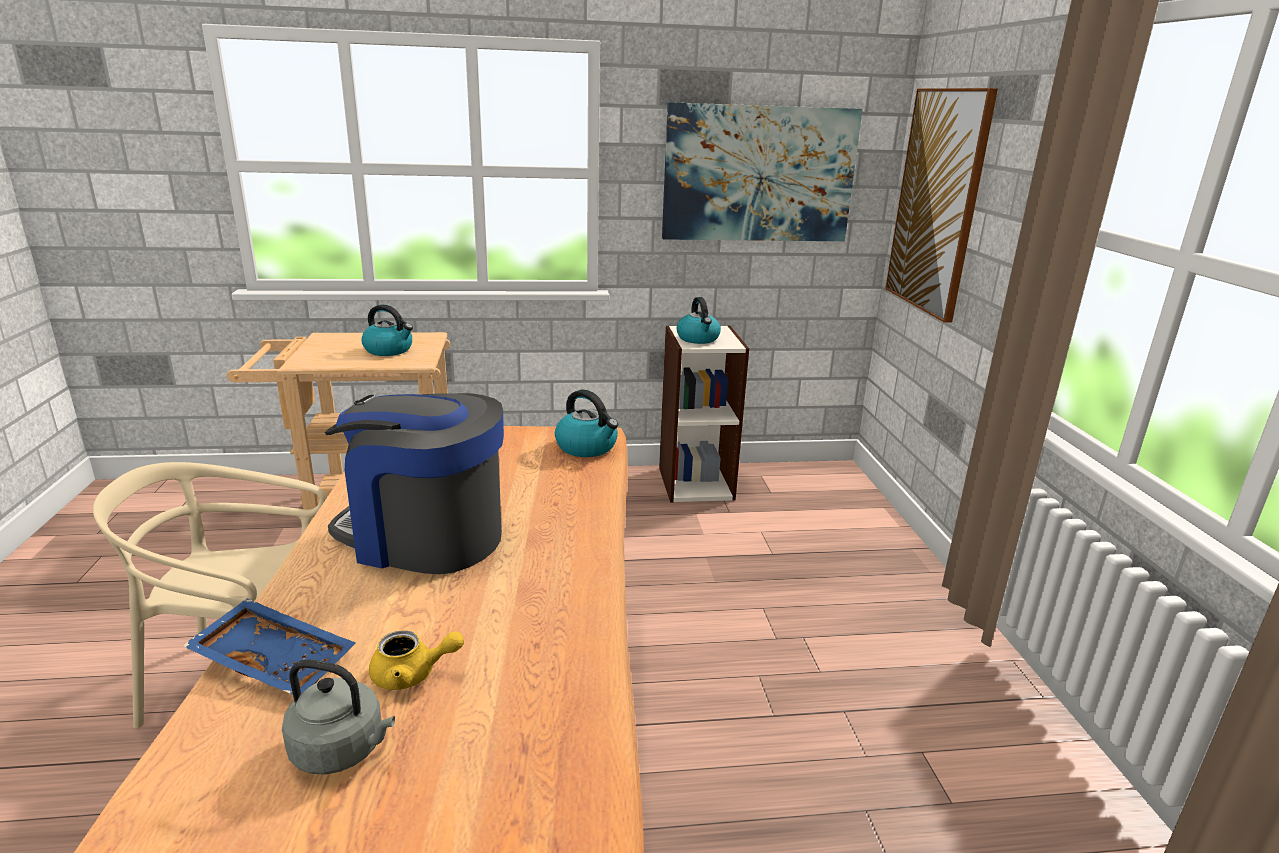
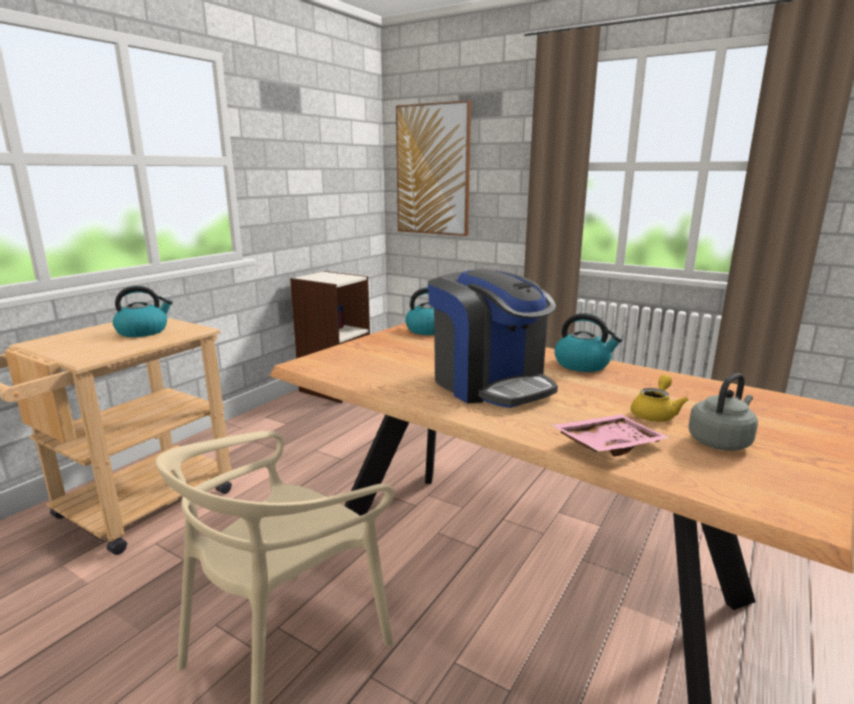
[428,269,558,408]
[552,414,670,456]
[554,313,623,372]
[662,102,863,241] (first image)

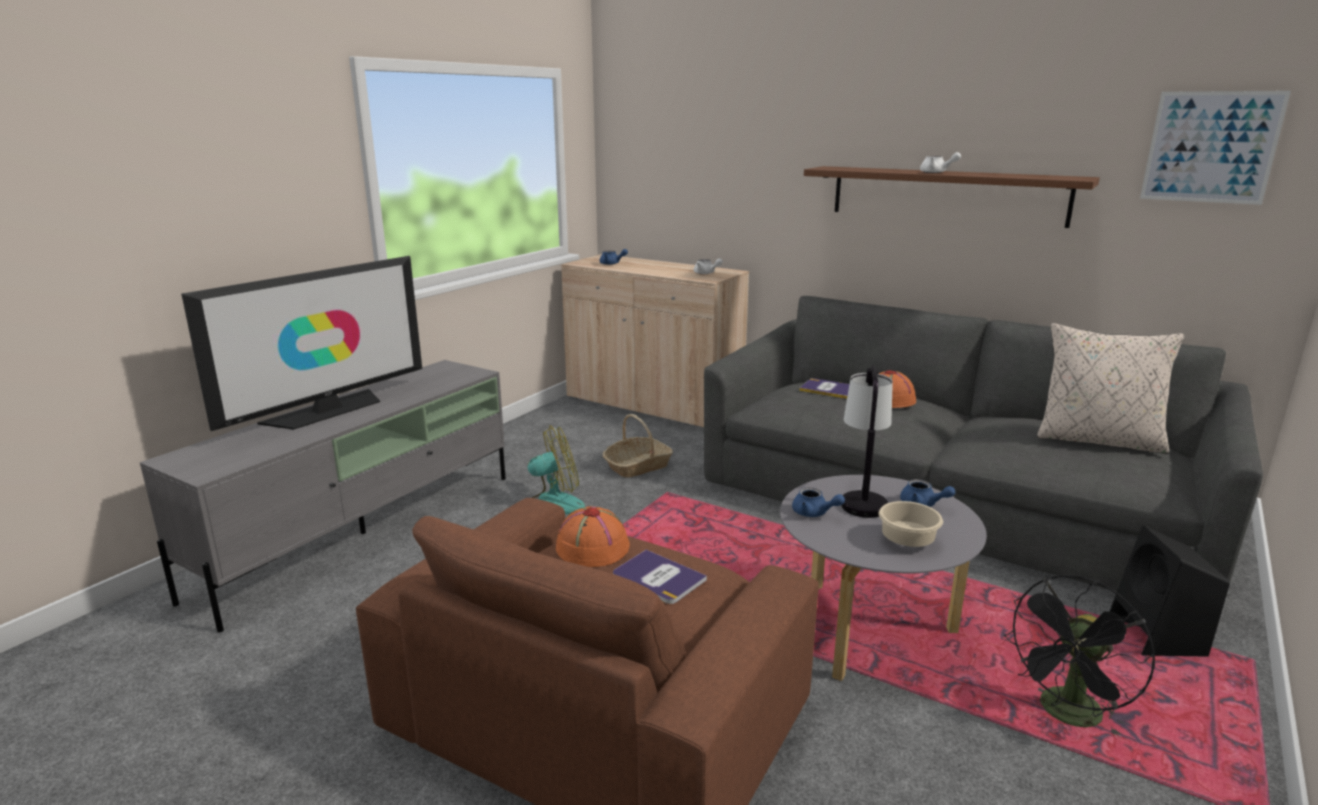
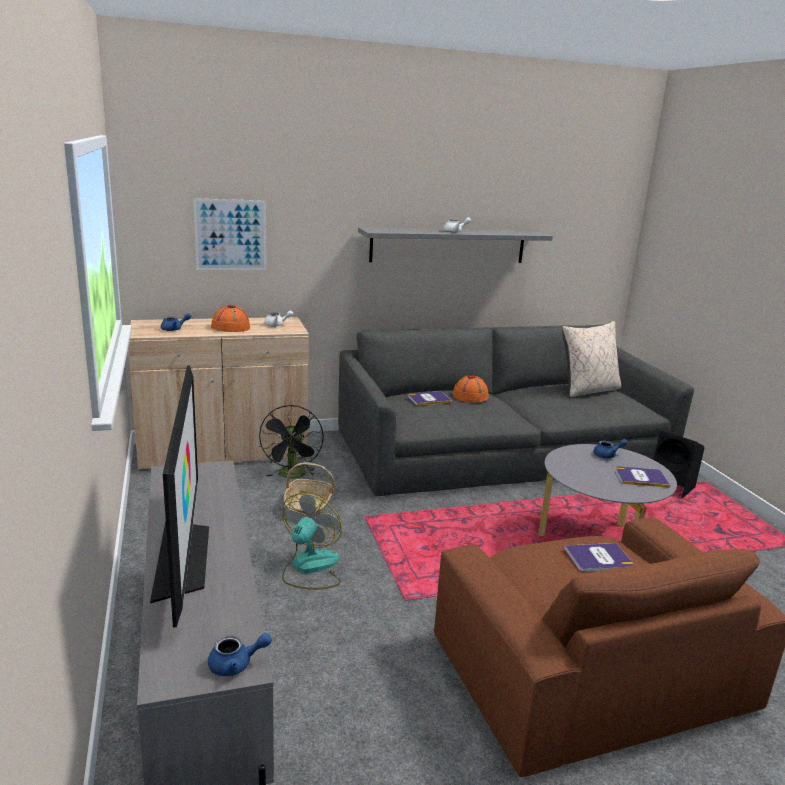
[193,198,266,270]
[208,633,272,676]
[211,305,250,332]
[259,405,323,479]
[358,227,553,263]
[615,466,670,488]
[841,365,893,518] (first image)

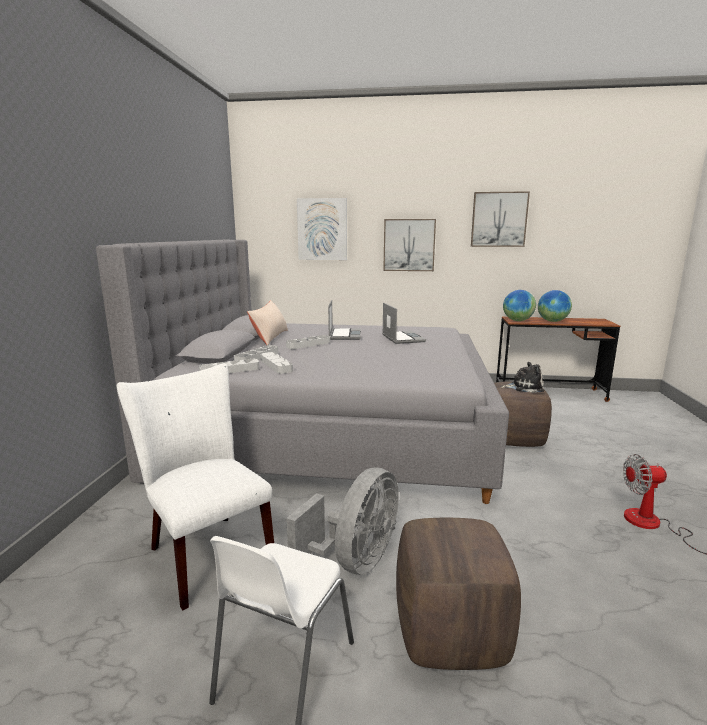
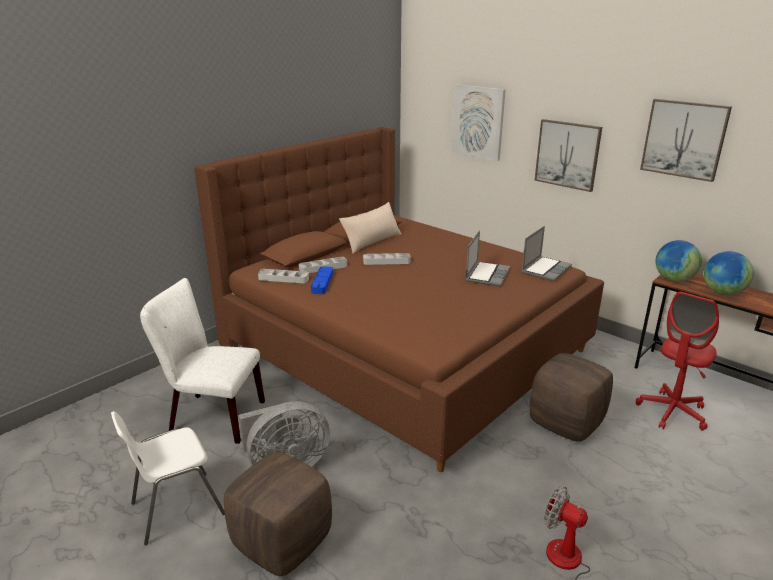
[140,278,265,444]
[194,127,604,472]
[311,266,333,294]
[521,226,572,281]
[636,292,719,431]
[501,362,544,393] (first image)

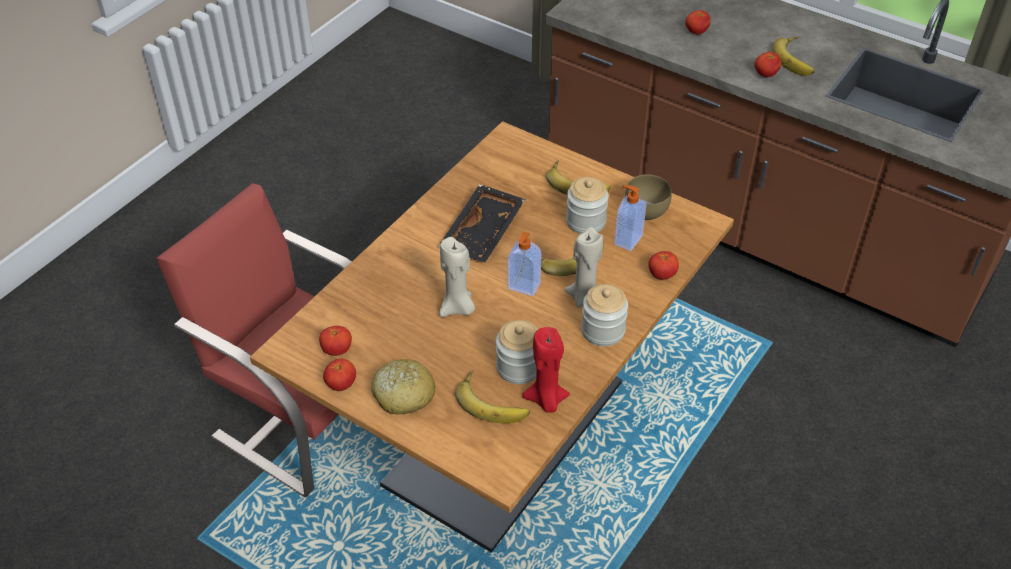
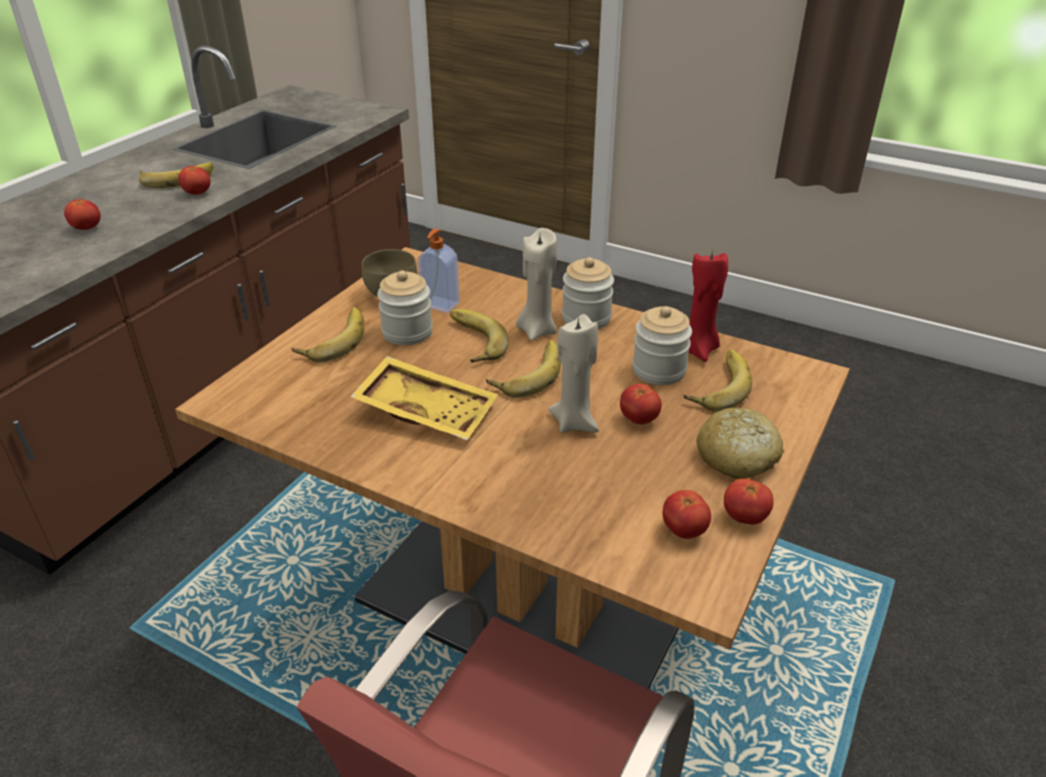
[350,356,498,440]
[486,340,561,398]
[620,384,662,424]

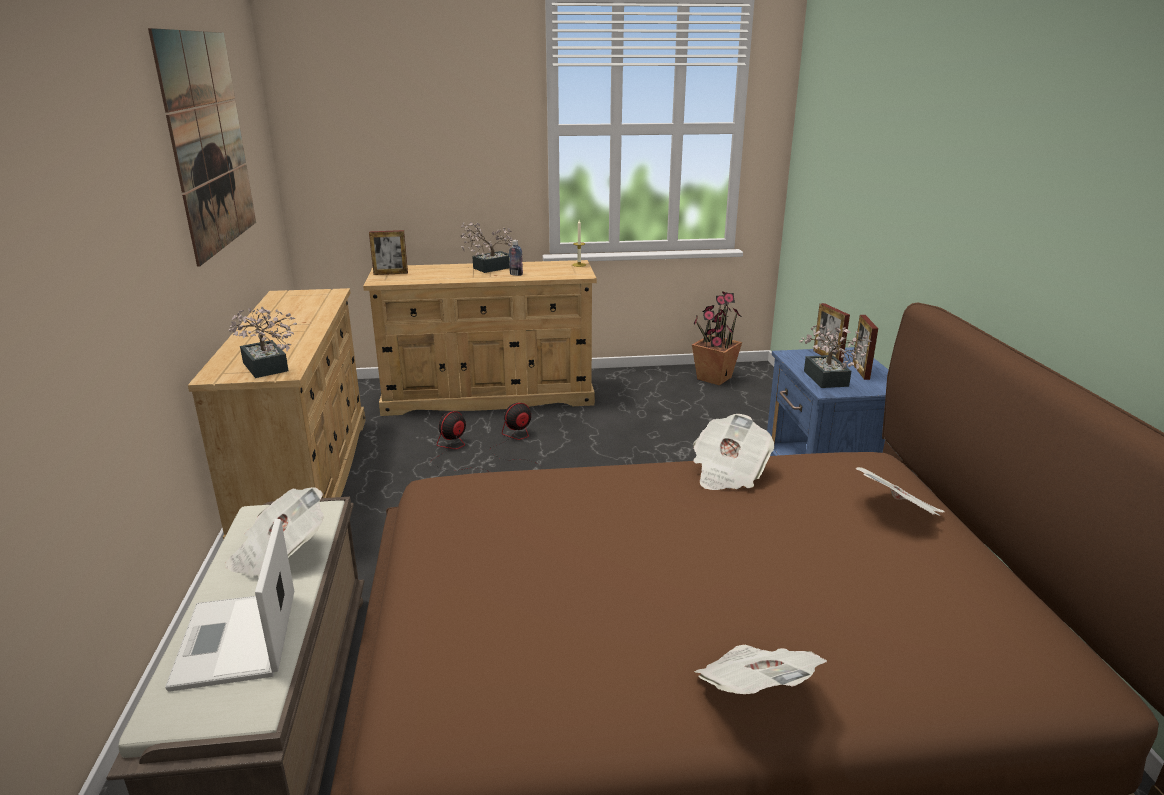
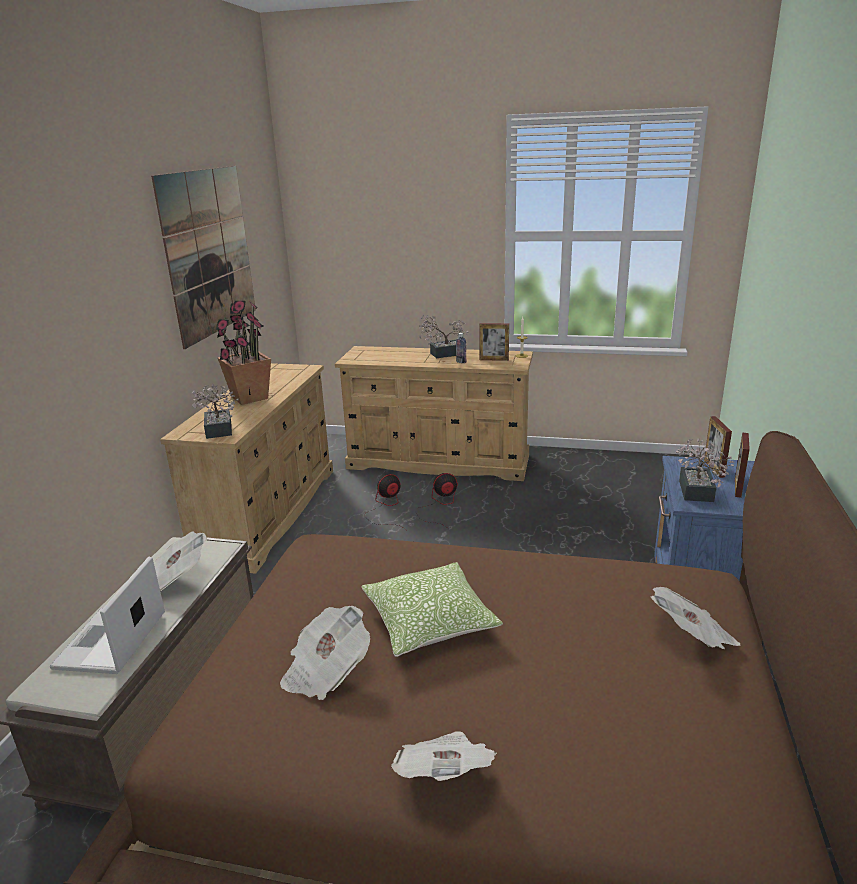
[216,300,271,405]
[280,606,370,700]
[361,562,503,657]
[479,323,509,361]

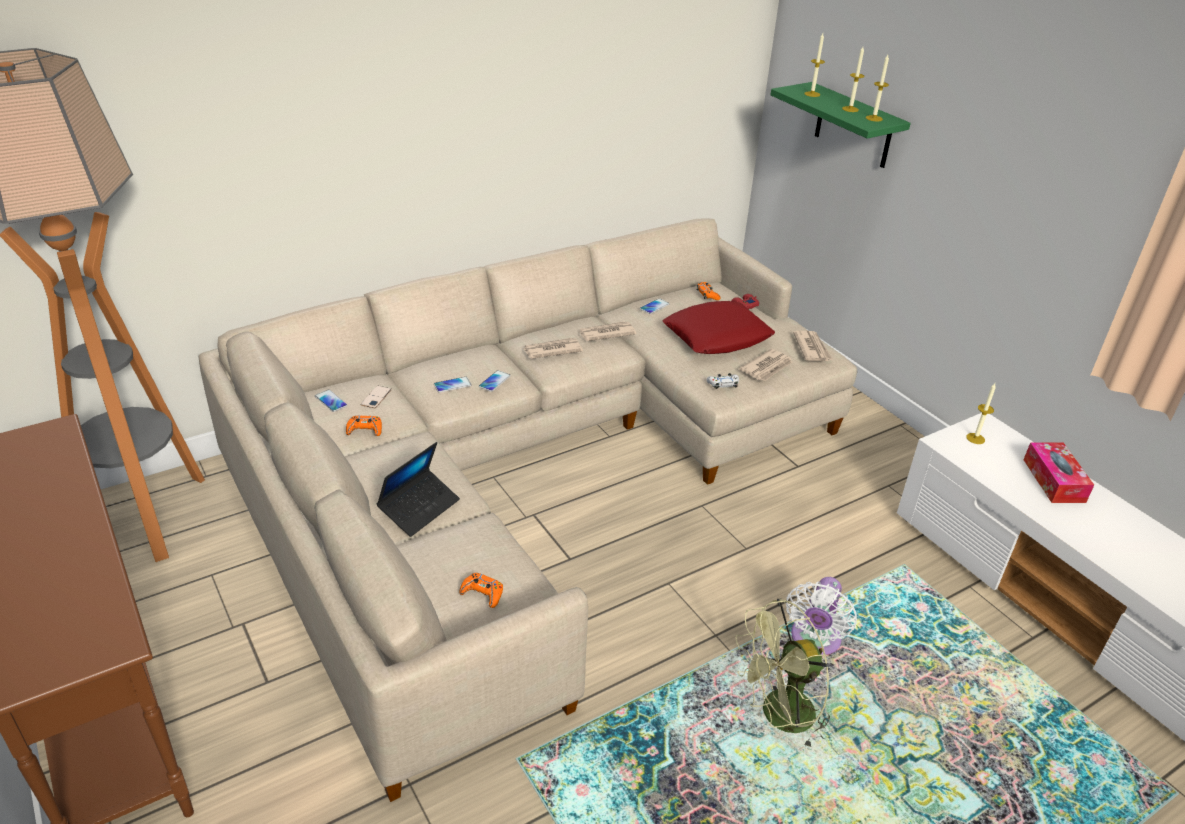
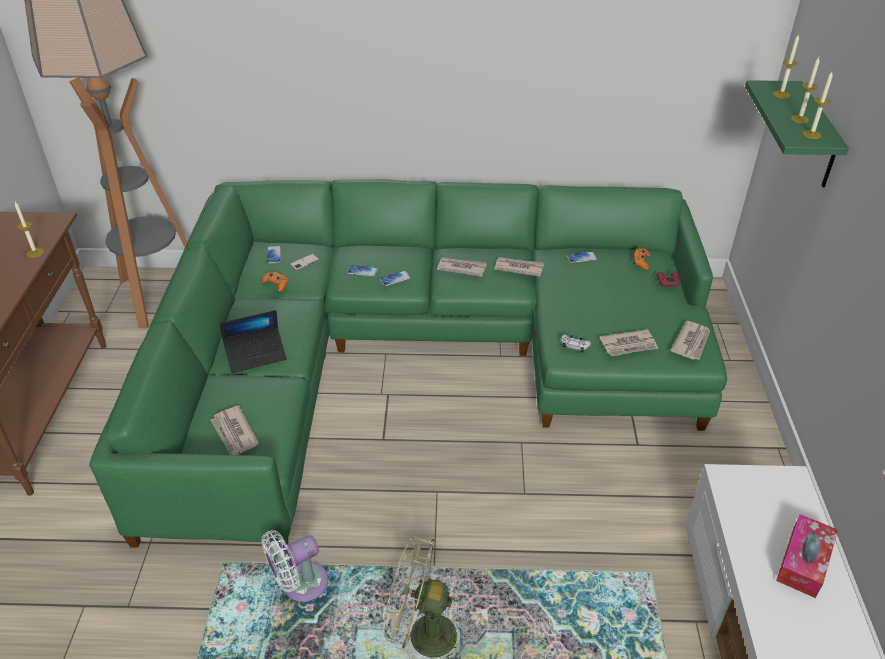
[15,202,44,258]
[89,179,727,551]
[211,405,259,455]
[261,530,328,602]
[663,301,775,354] (first image)

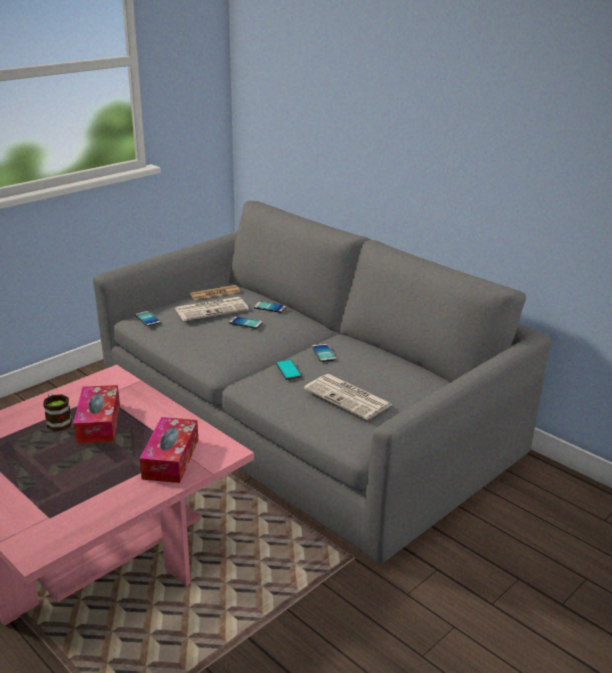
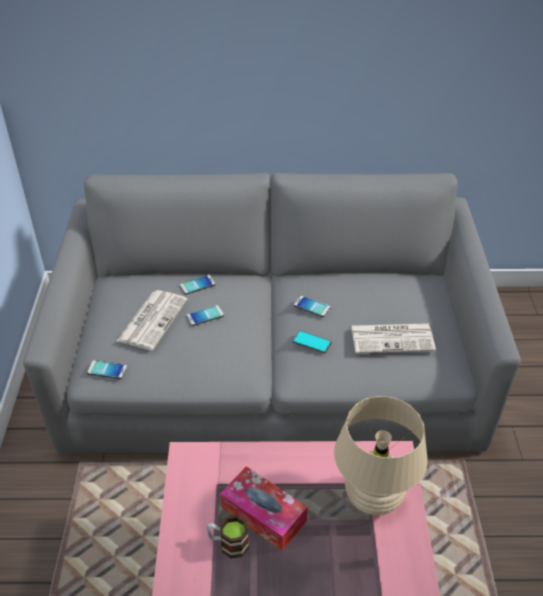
[334,396,428,515]
[190,285,240,300] (first image)

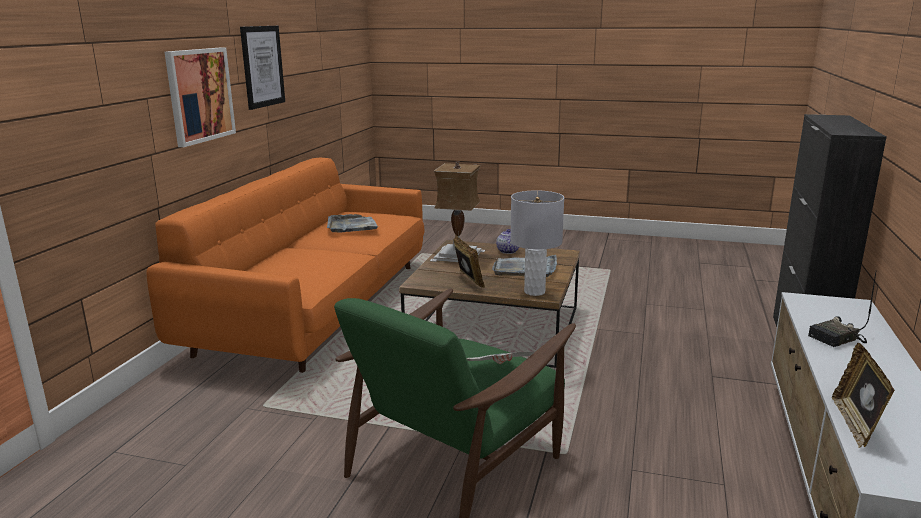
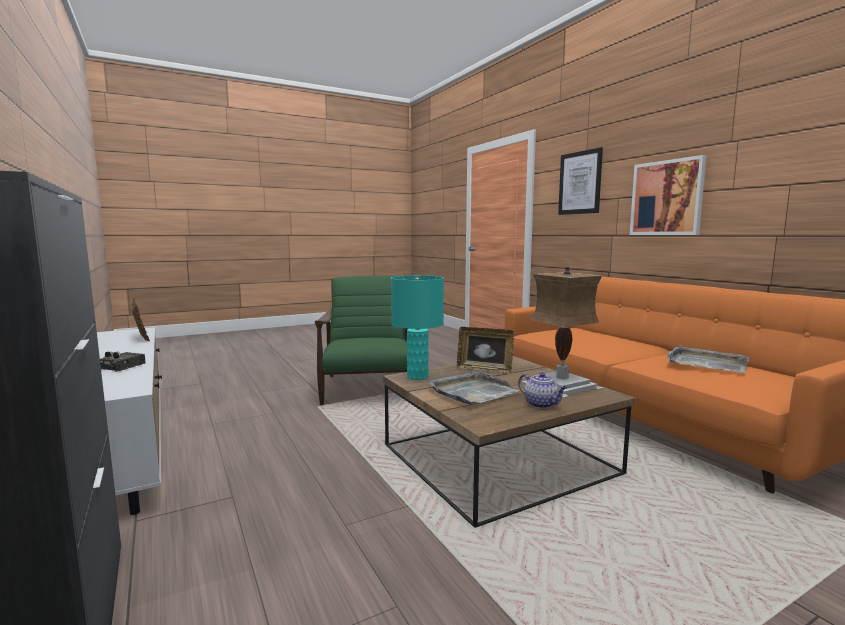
[391,275,444,380]
[558,147,603,215]
[466,352,535,364] (first image)

